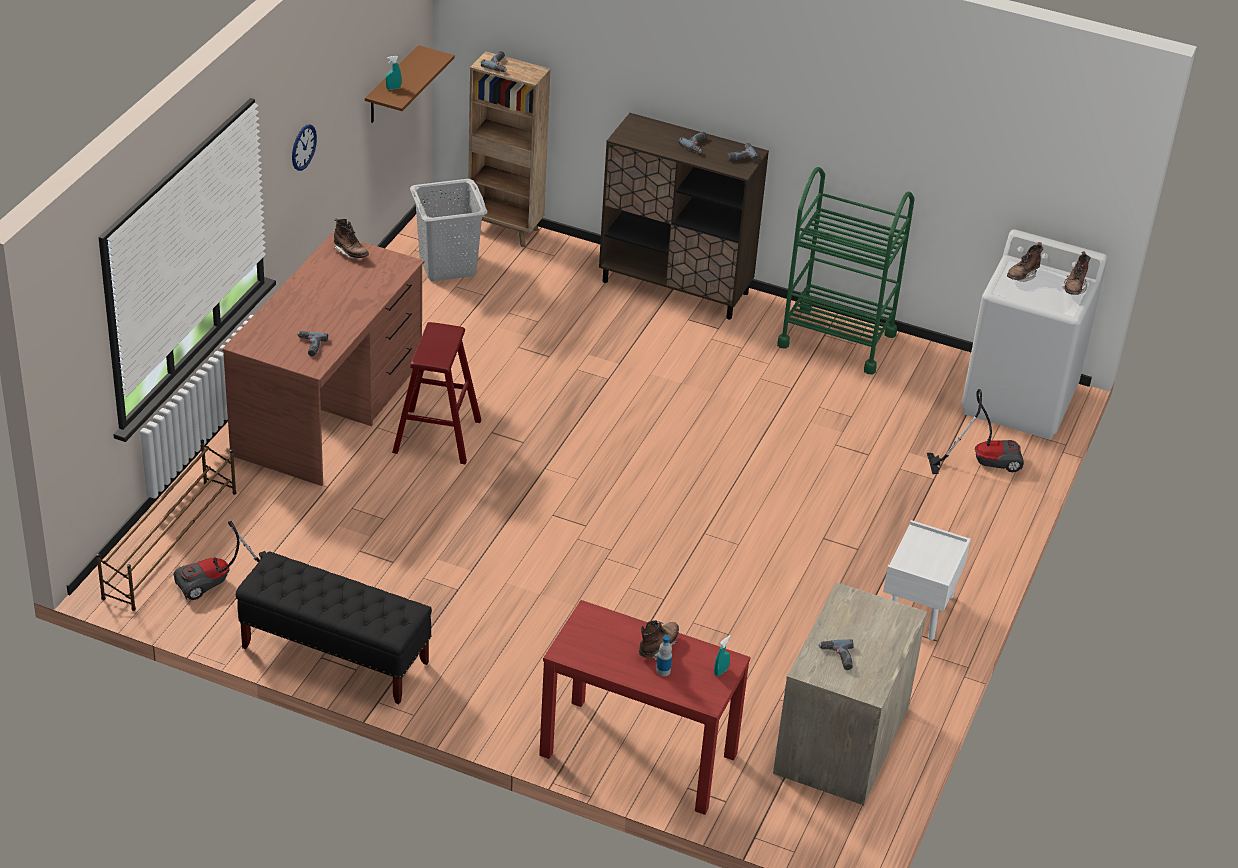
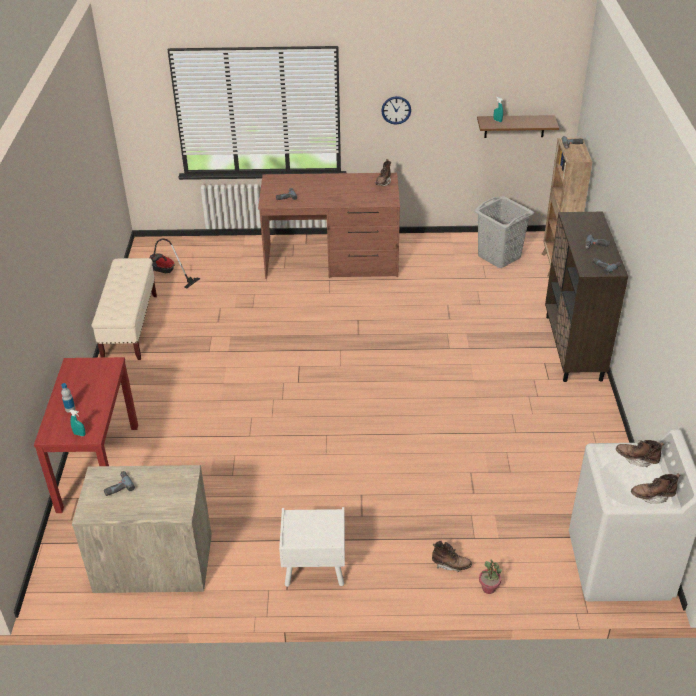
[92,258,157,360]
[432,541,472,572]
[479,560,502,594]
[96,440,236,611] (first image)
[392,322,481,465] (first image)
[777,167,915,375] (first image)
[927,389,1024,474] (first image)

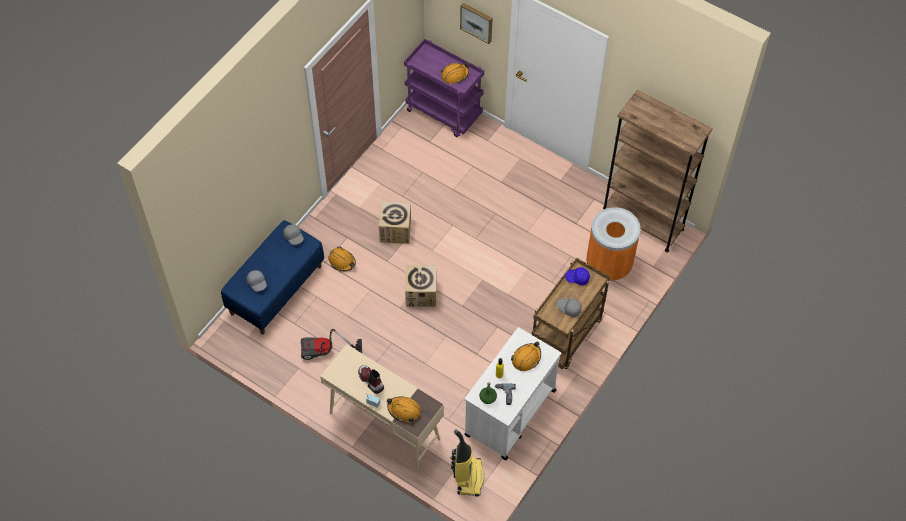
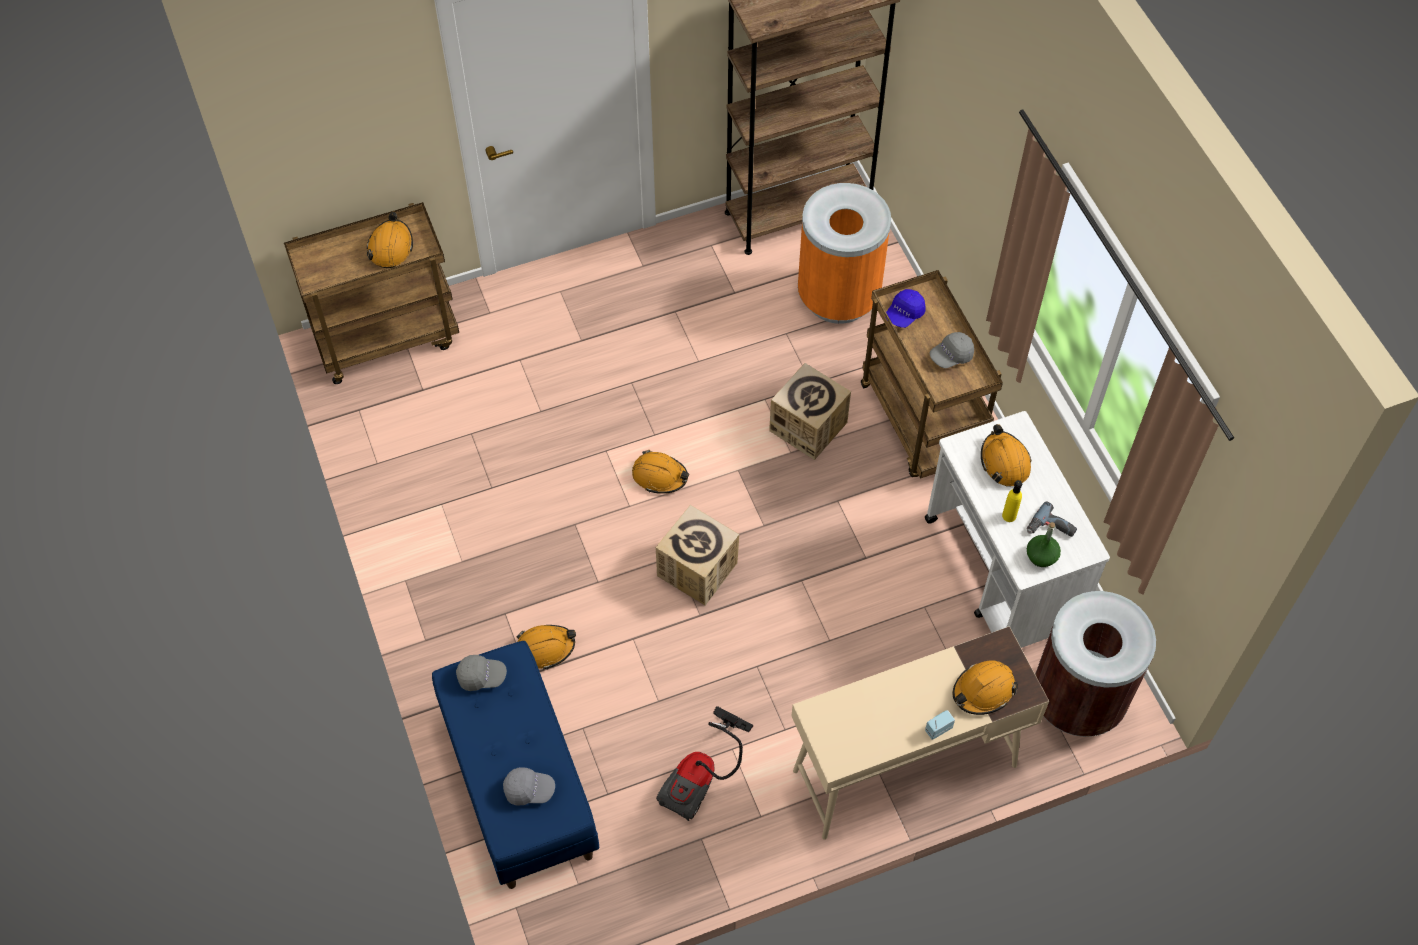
[284,202,459,384]
[632,450,689,494]
[769,363,851,460]
[1035,591,1156,737]
[358,365,384,394] (first image)
[460,3,493,44] (first image)

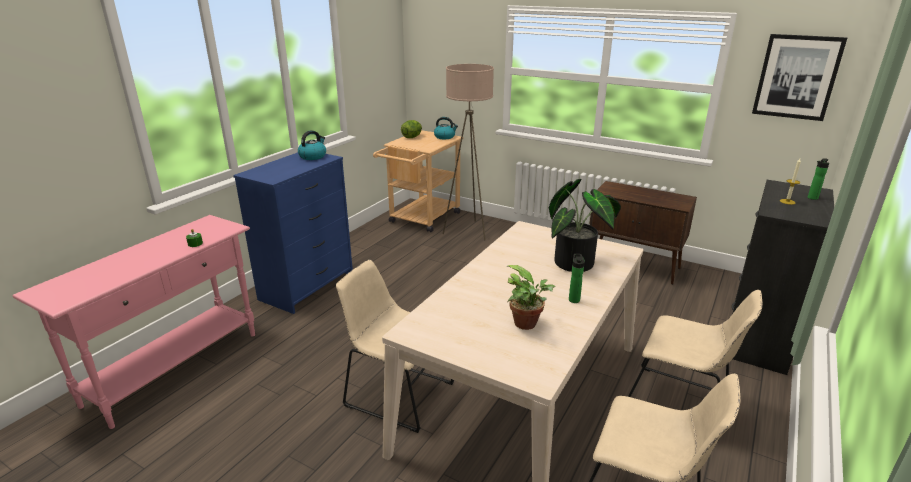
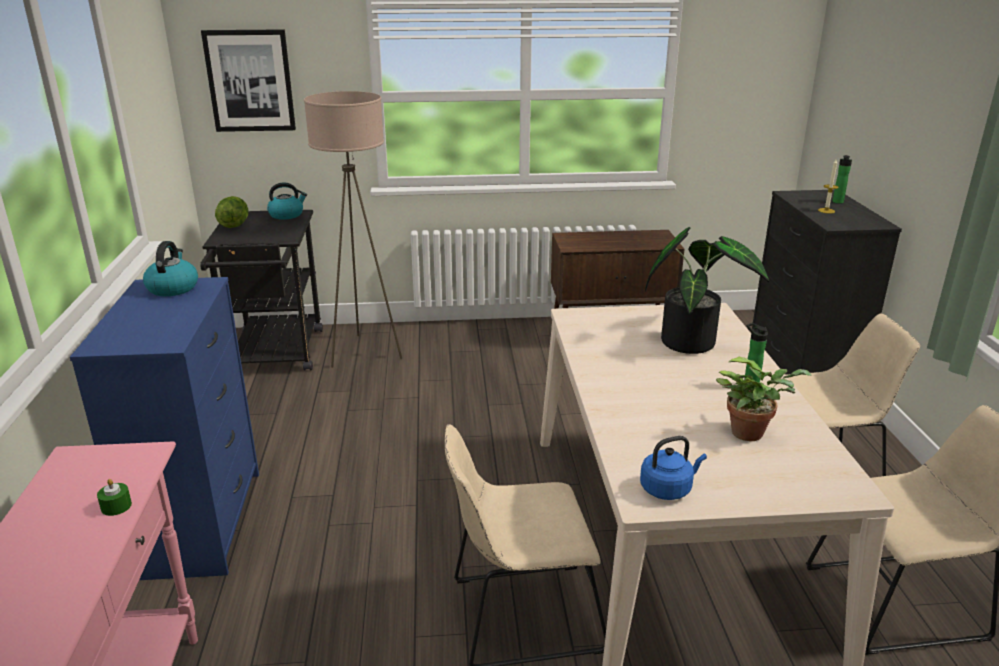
[200,210,323,370]
[201,29,296,132]
[640,436,707,500]

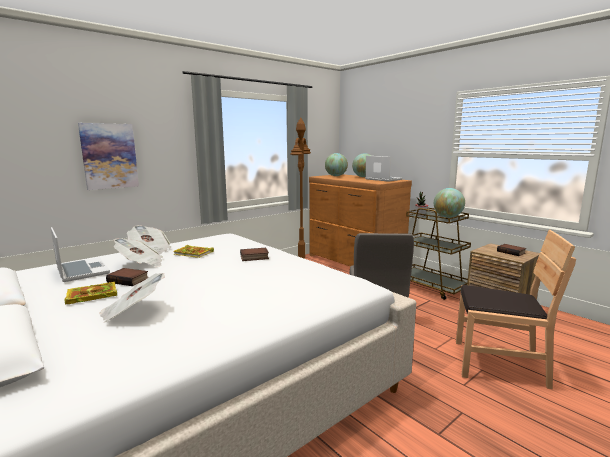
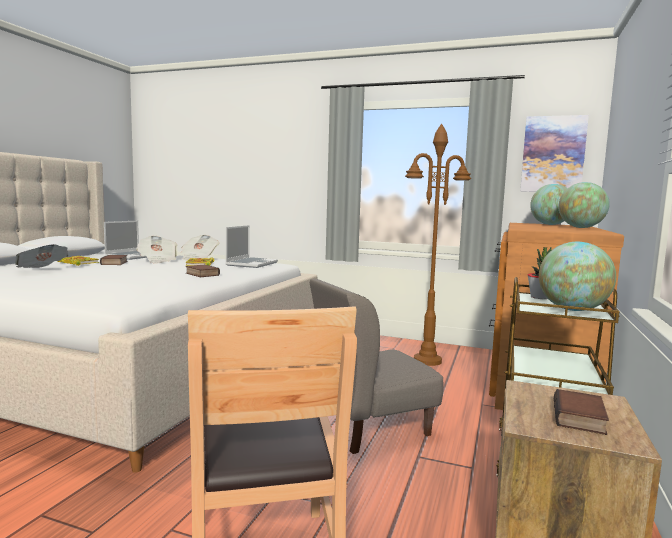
[225,225,278,268]
[520,115,589,192]

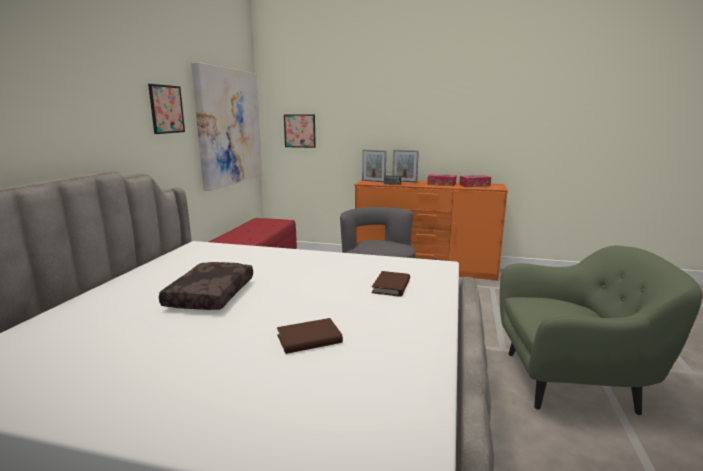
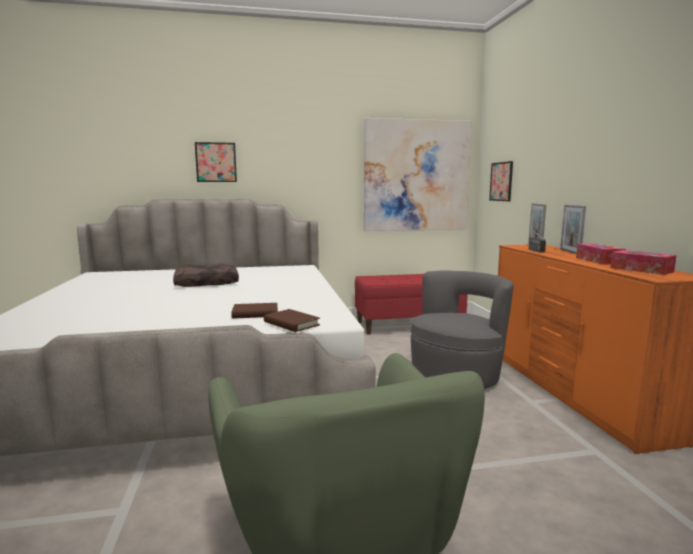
[195,142,237,182]
[264,309,320,332]

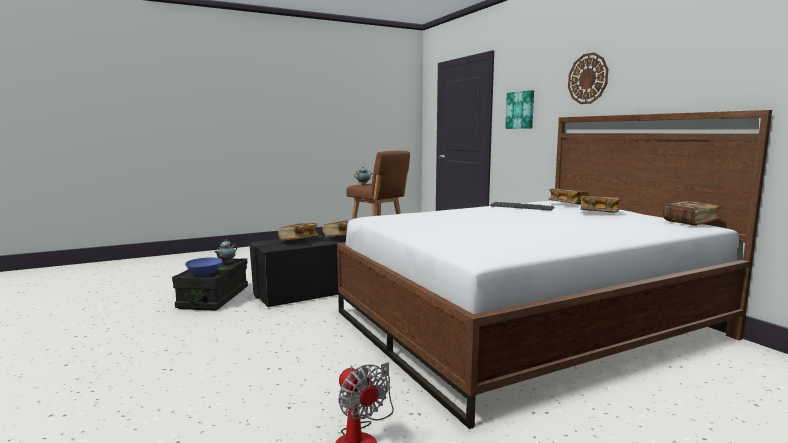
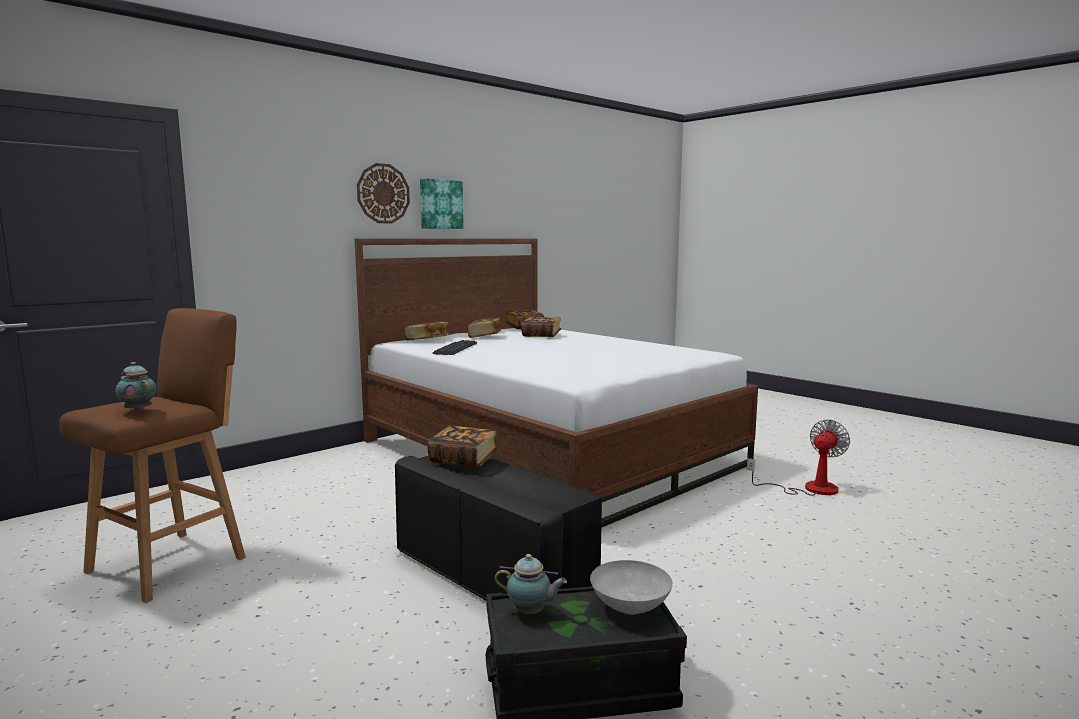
[420,178,463,229]
[521,317,561,337]
[590,560,673,615]

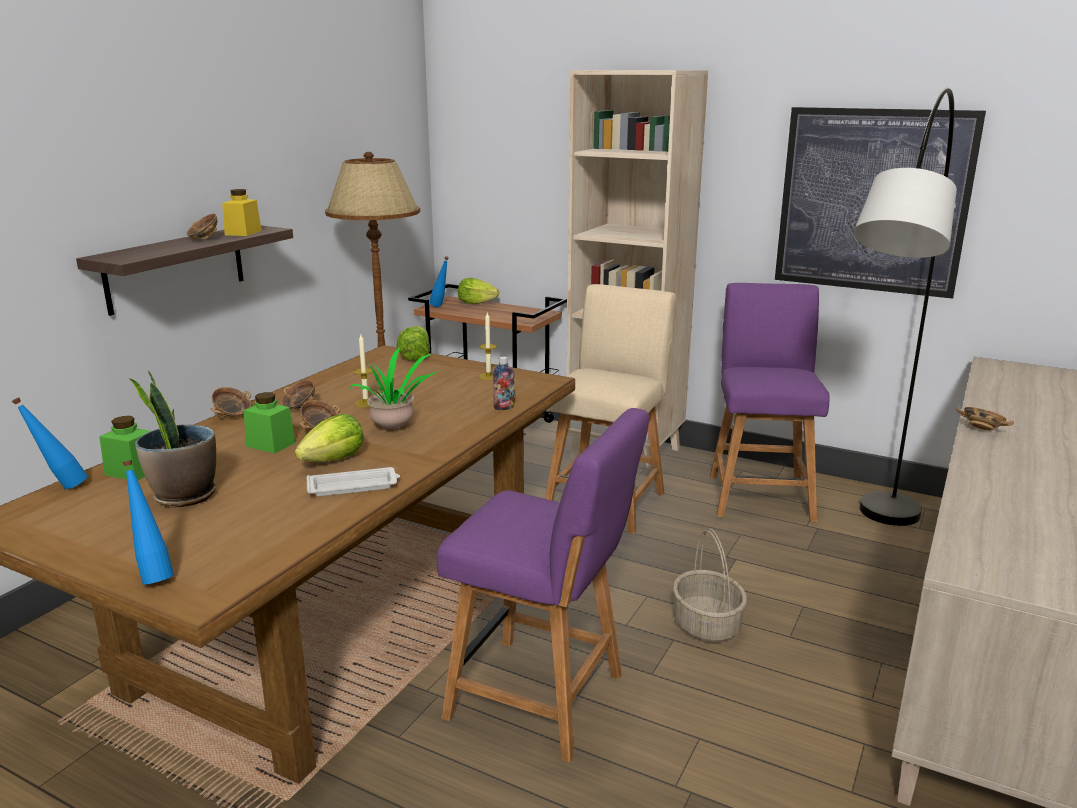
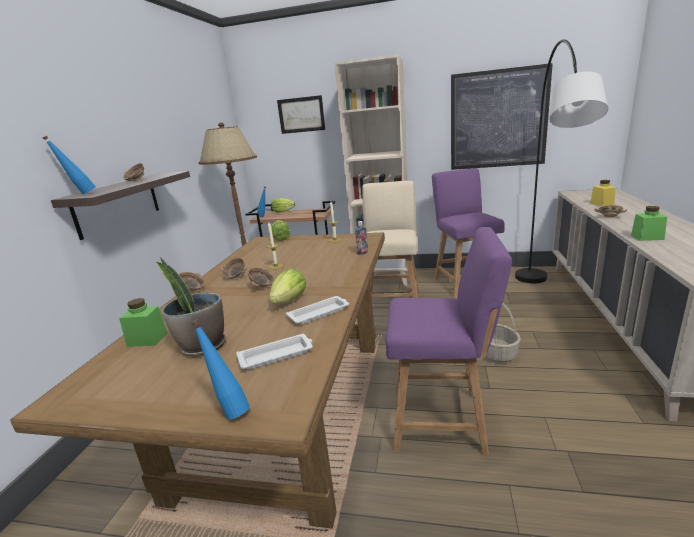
[43,136,96,194]
[236,334,313,369]
[277,95,325,134]
[590,180,616,207]
[631,206,667,241]
[350,346,438,429] (first image)

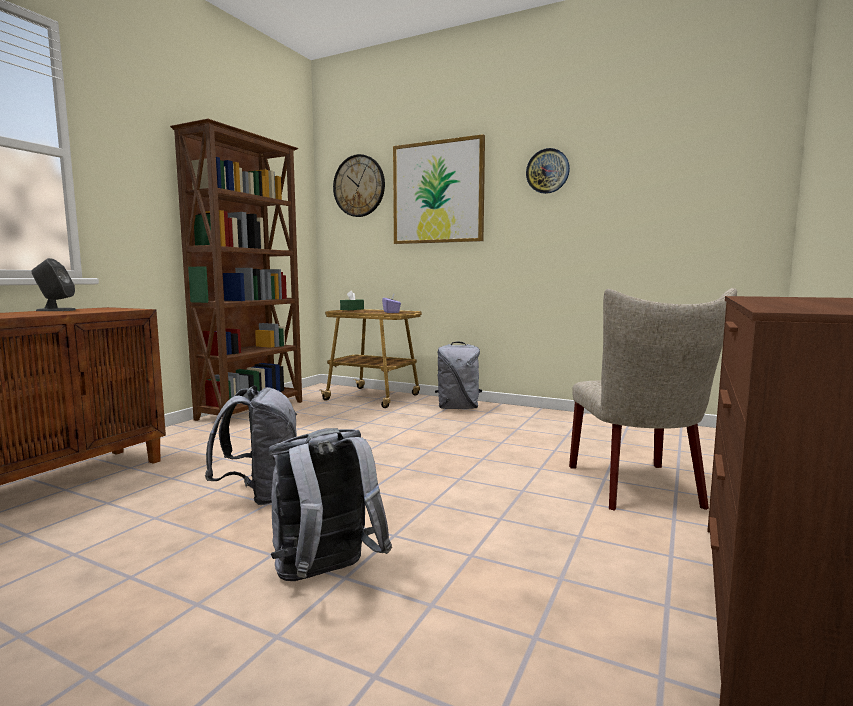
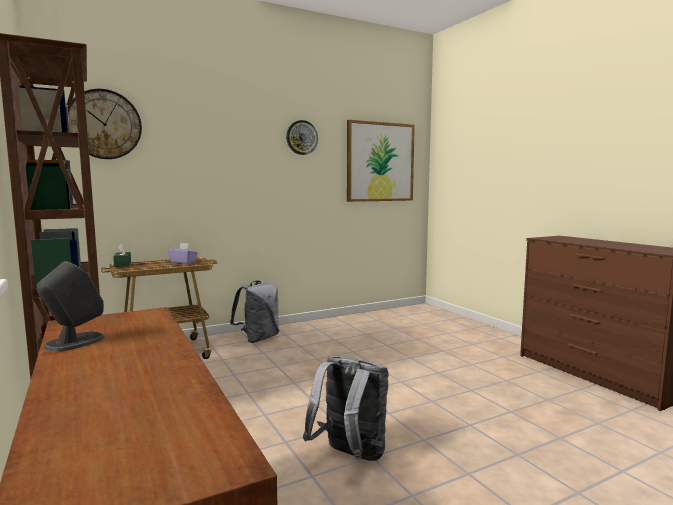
[347,120,415,202]
[269,428,392,581] (first image)
[569,288,737,511] (first image)

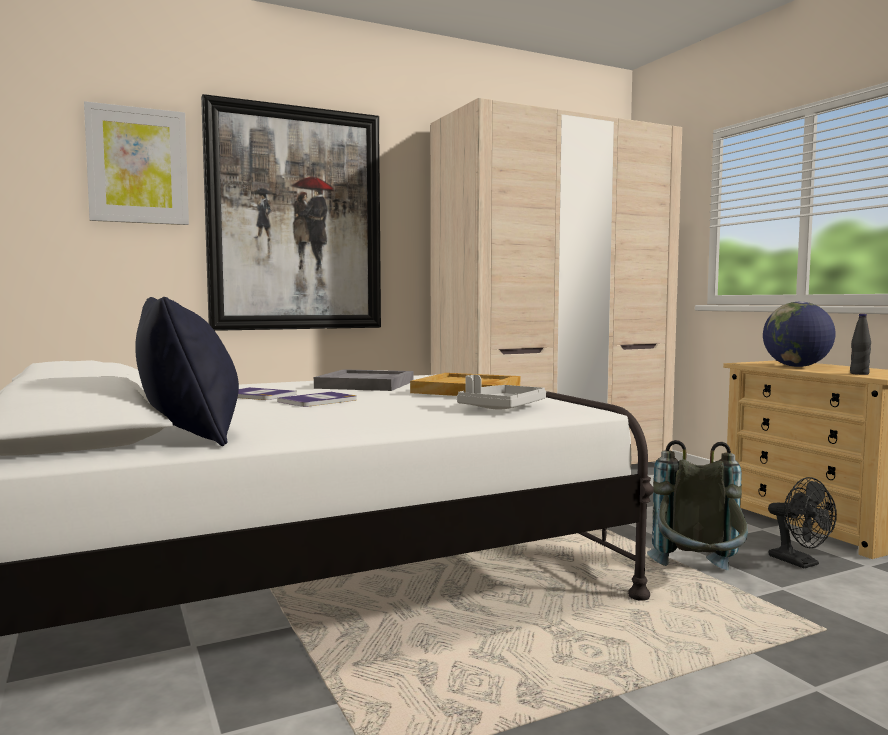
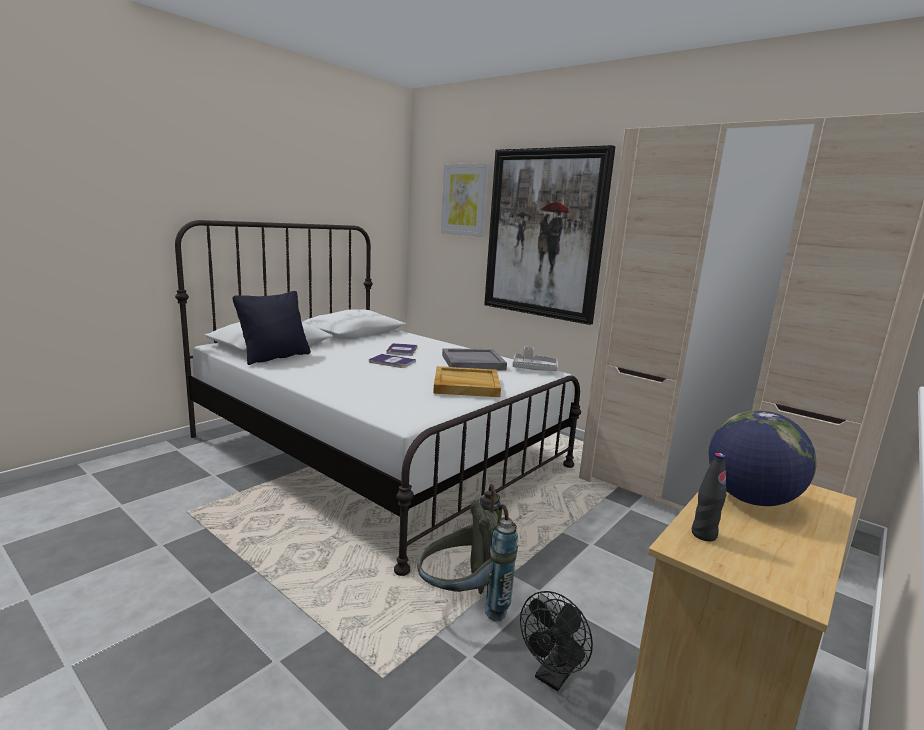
[512,347,558,371]

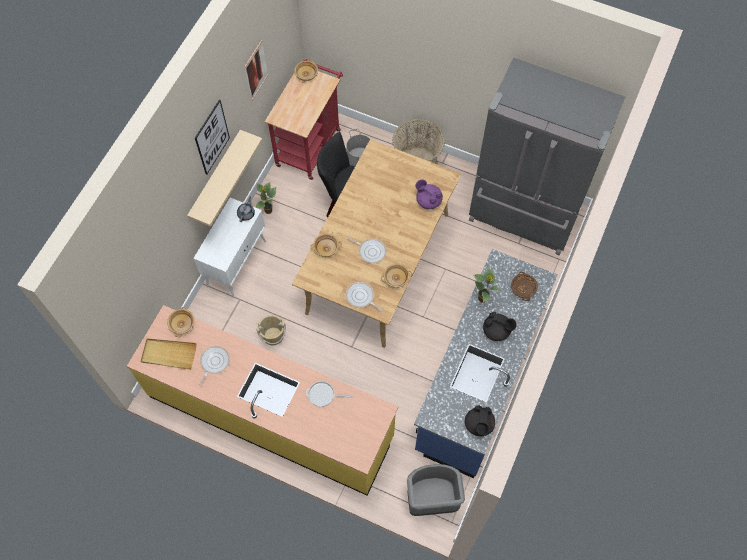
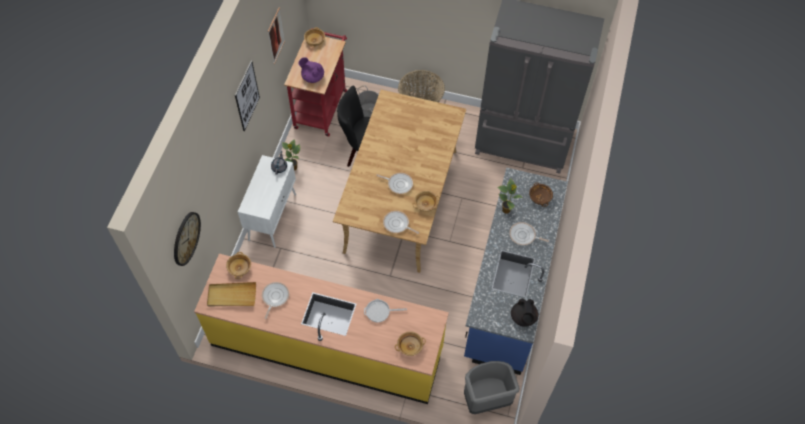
[174,212,201,266]
[299,57,324,83]
[395,331,426,356]
[509,222,549,245]
[187,130,262,227] (first image)
[256,315,286,345] (first image)

